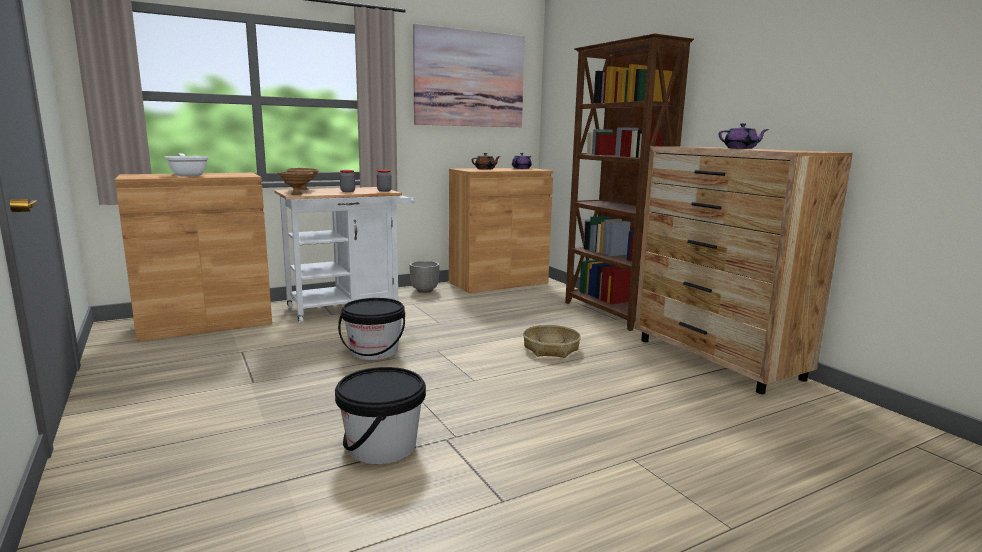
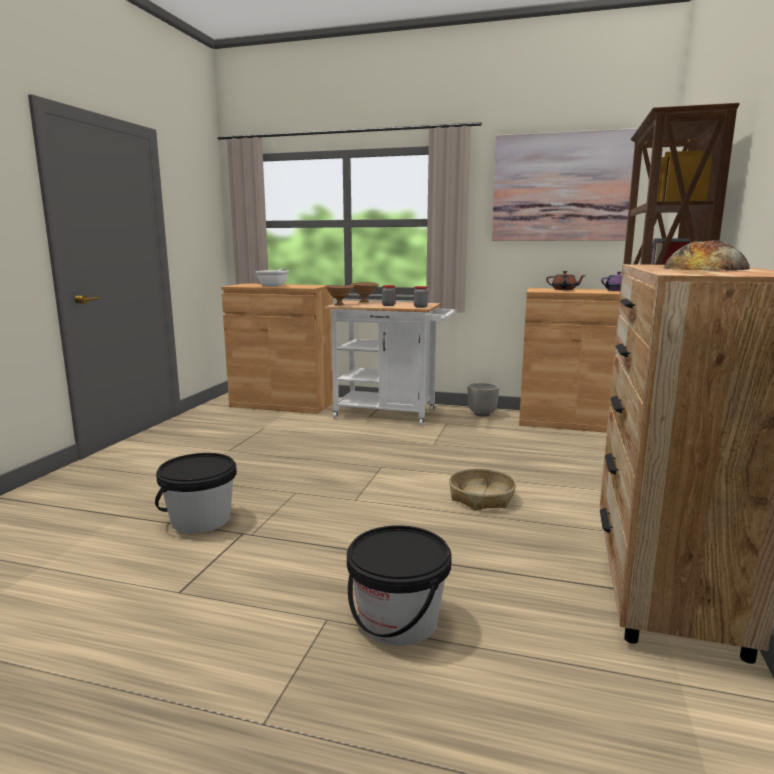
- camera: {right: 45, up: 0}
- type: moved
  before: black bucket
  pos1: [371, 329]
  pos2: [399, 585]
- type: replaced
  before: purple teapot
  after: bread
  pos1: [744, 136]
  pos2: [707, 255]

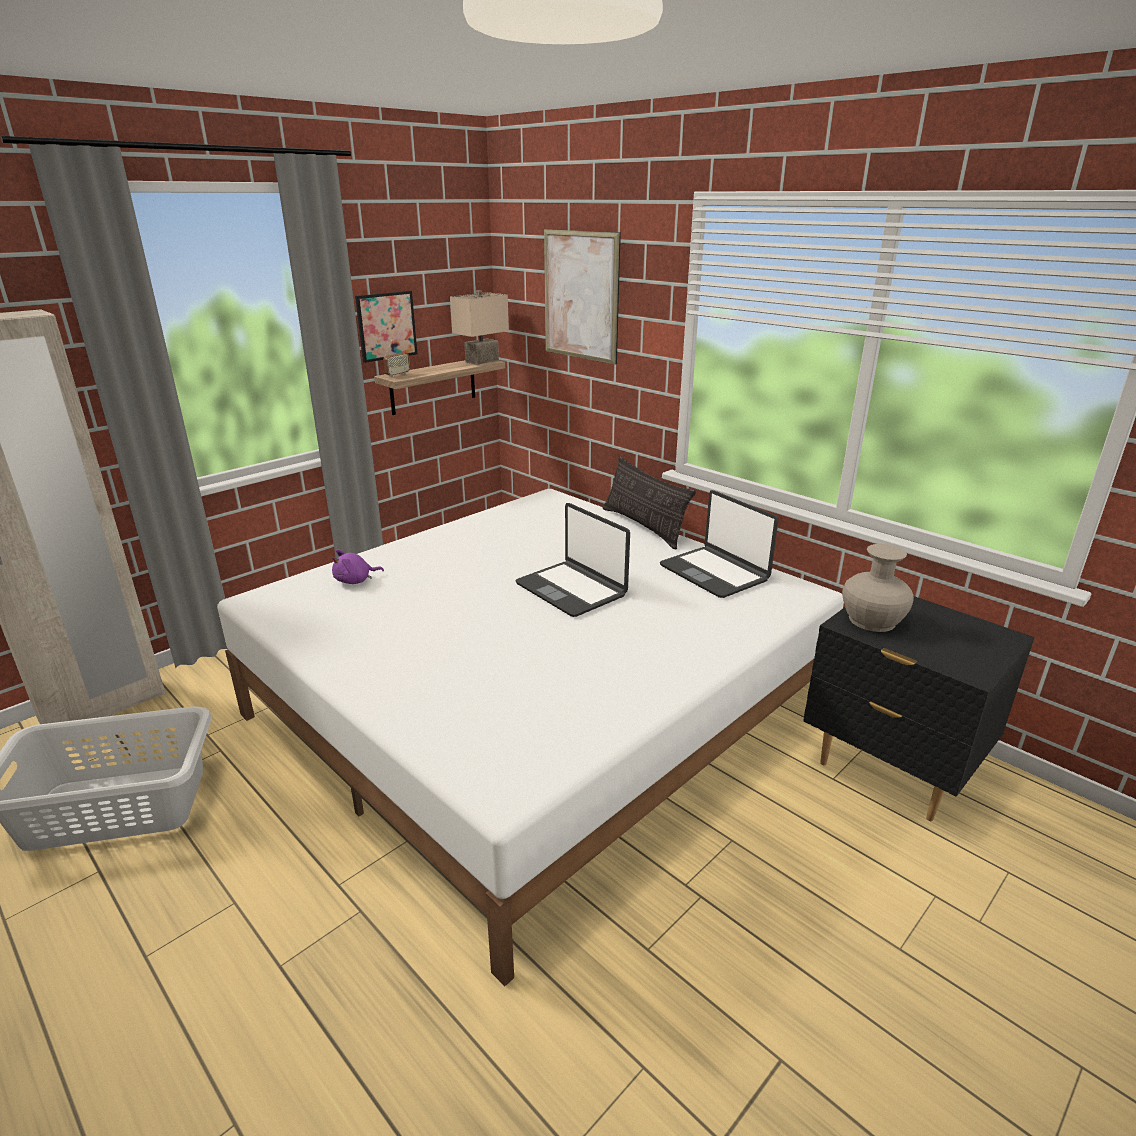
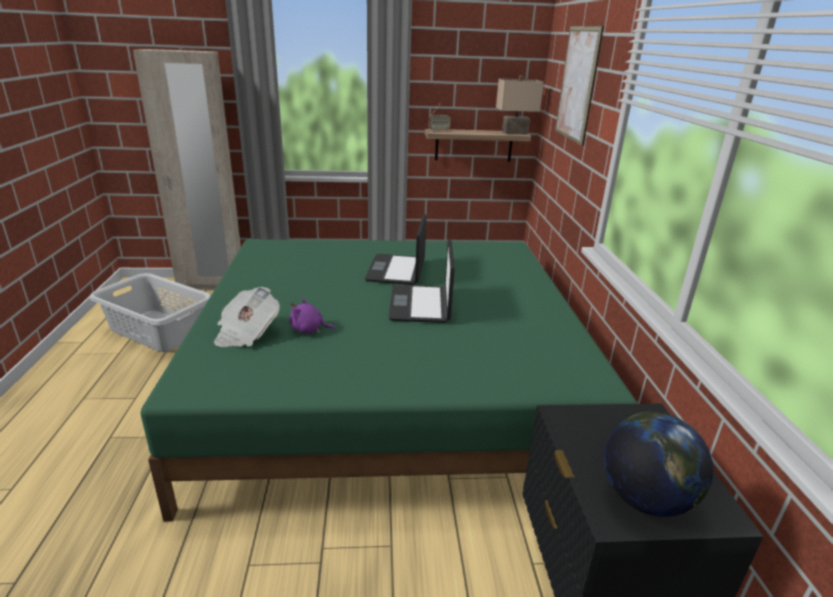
- camera: {right: 40, up: 0}
- type: recoloured
  before: white bed
  after: green bed
  pos1: [530, 737]
  pos2: [389, 380]
- type: added
  after: newspaper
  pos2: [247, 317]
- type: moved
  before: purple plush toy
  pos1: [358, 566]
  pos2: [312, 315]
- type: moved
  before: laptop
  pos1: [719, 544]
  pos2: [396, 249]
- type: added
  after: globe
  pos2: [658, 464]
- type: removed
  before: picture
  pos1: [386, 327]
- type: removed
  before: pillow
  pos1: [649, 502]
- type: removed
  before: beige vase
  pos1: [878, 588]

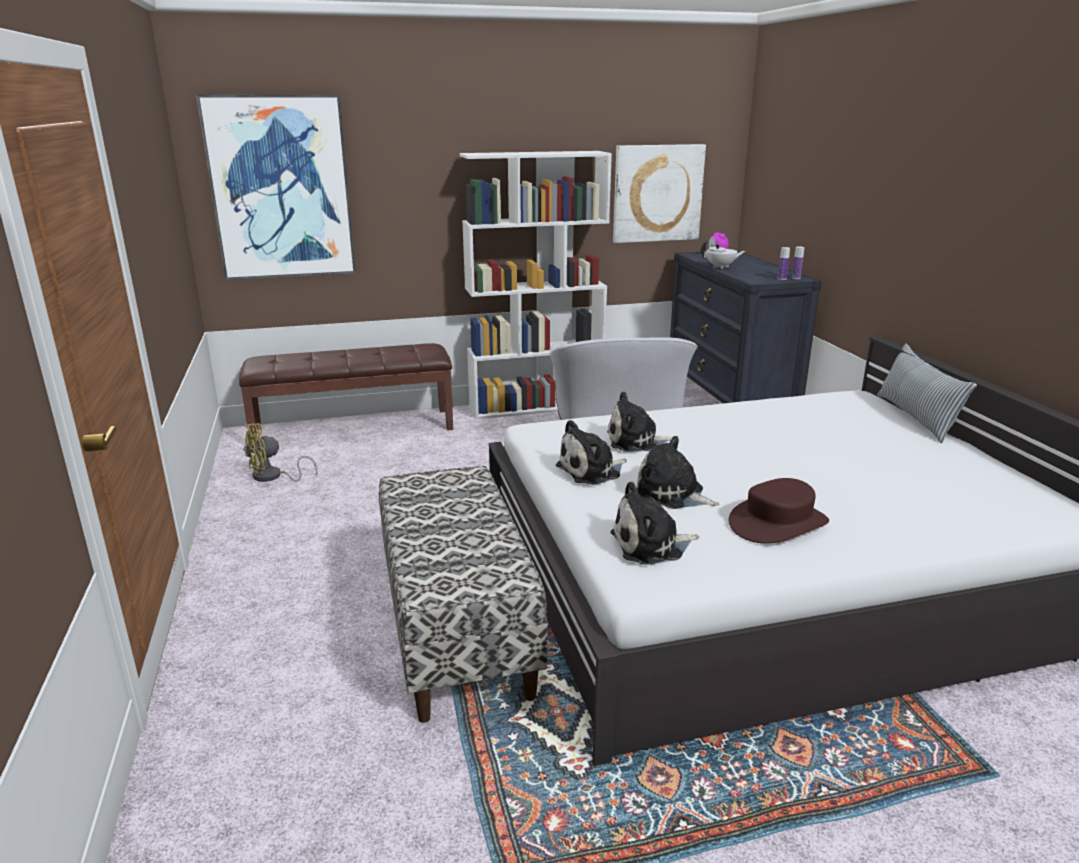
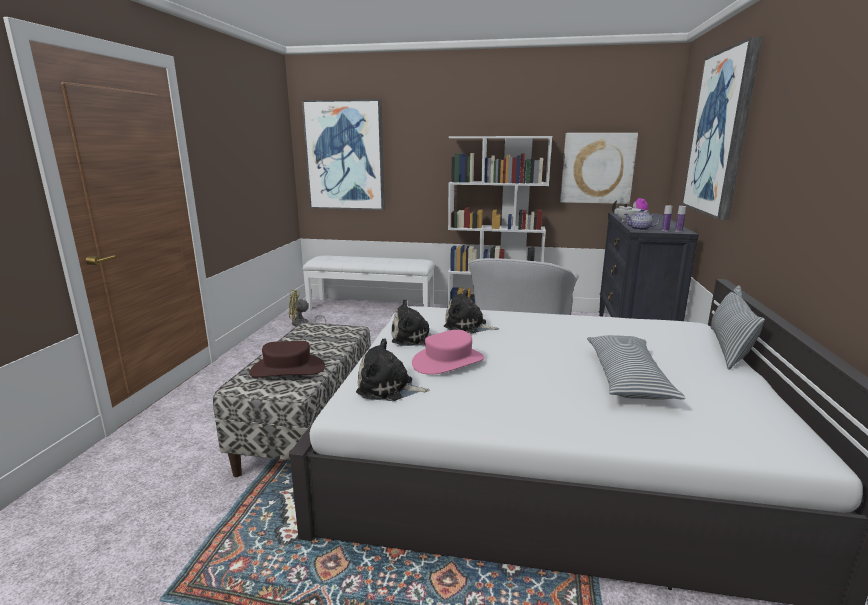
- camera: {right: 25, up: -5}
- type: moved
  before: brown hat
  pos1: [779, 511]
  pos2: [287, 359]
- type: recoloured
  before: brown bench
  after: white bench
  pos1: [346, 393]
  pos2: [369, 283]
- type: replaced
  before: plush toy
  after: pink hat
  pos1: [678, 472]
  pos2: [448, 352]
- type: added
  after: pillow
  pos2: [636, 367]
- type: added
  after: teapot
  pos2: [642, 220]
- type: added
  after: picture
  pos2: [722, 128]

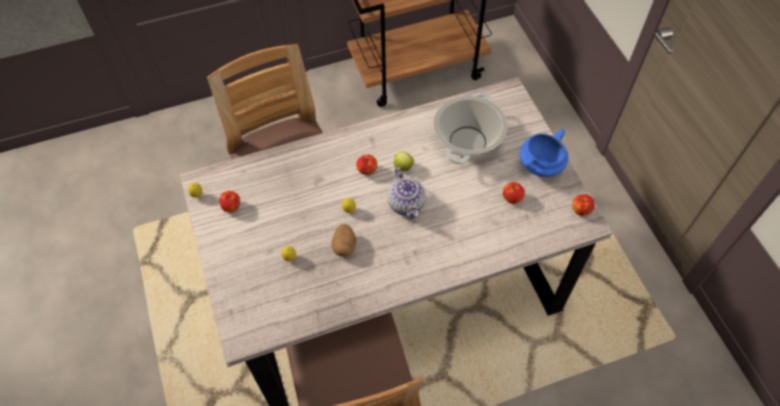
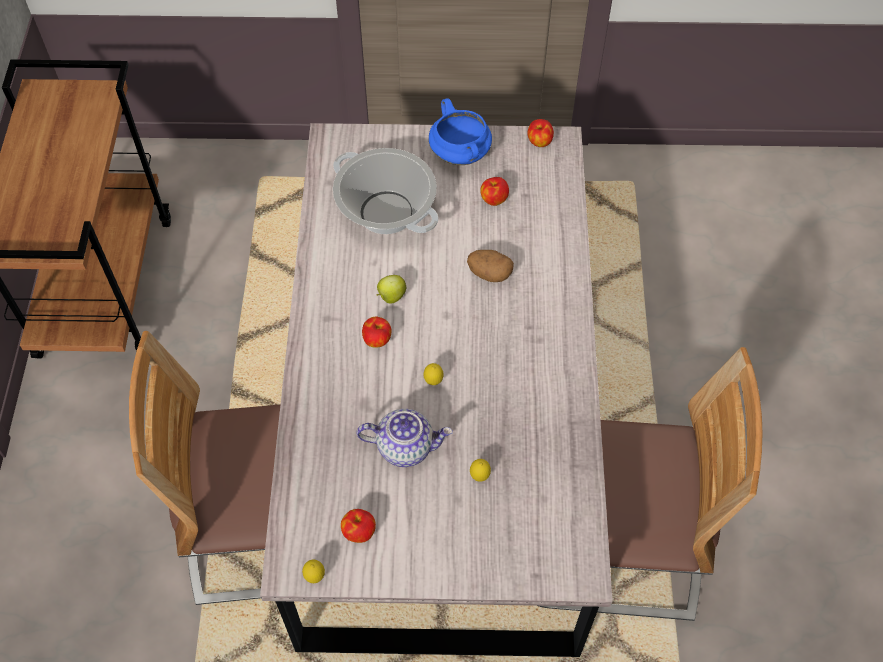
- camera: {right: -70, up: 0}
- type: moved
  before: teapot
  pos1: [406, 193]
  pos2: [405, 438]
- type: moved
  before: potato
  pos1: [344, 240]
  pos2: [490, 266]

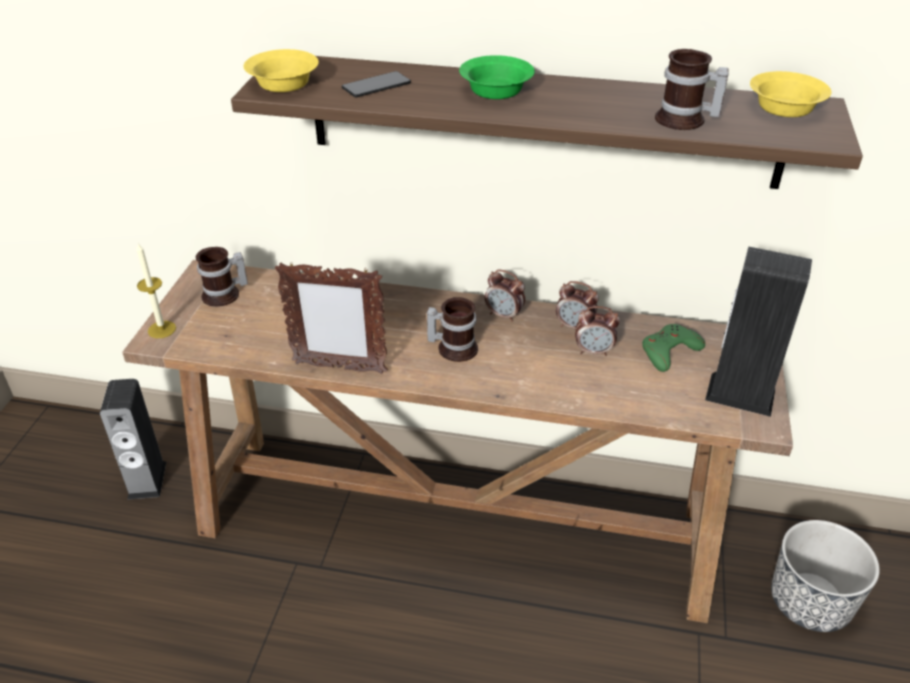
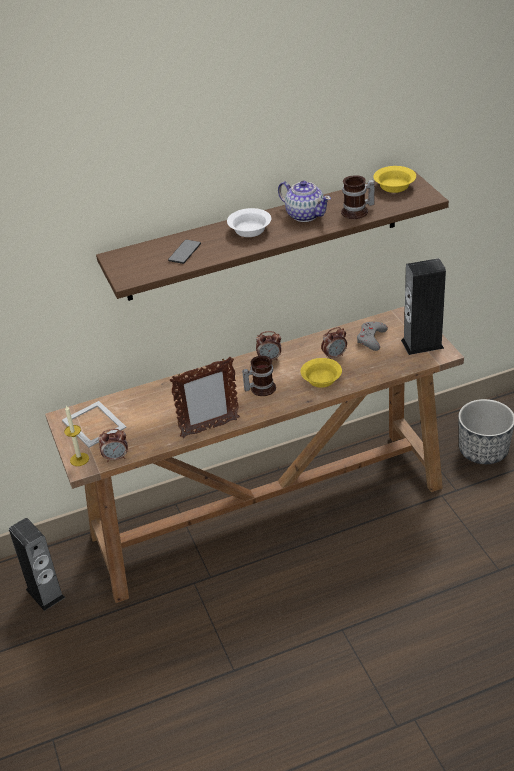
- camera: {right: -30, up: 0}
- type: replaced
  before: mug
  after: picture frame
  pos1: [222, 277]
  pos2: [94, 424]
- type: moved
  before: alarm clock
  pos1: [577, 305]
  pos2: [113, 445]
- type: recoloured
  before: green bowl
  after: white bowl
  pos1: [497, 77]
  pos2: [249, 222]
- type: added
  after: teapot
  pos2: [304, 201]
- type: moved
  before: yellow bowl
  pos1: [281, 70]
  pos2: [321, 373]
- type: recoloured
  before: green game controller
  after: grey game controller
  pos1: [673, 348]
  pos2: [372, 336]

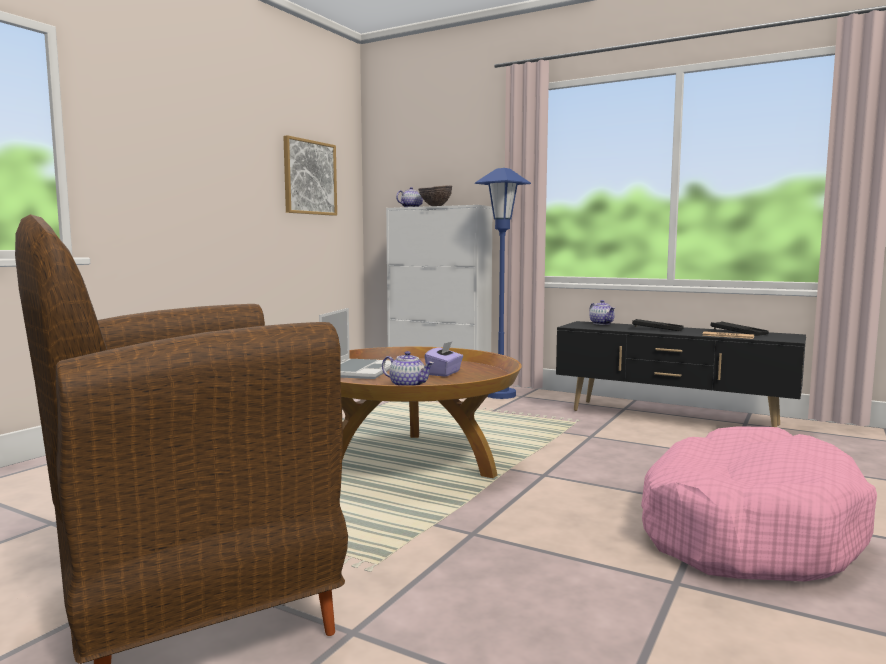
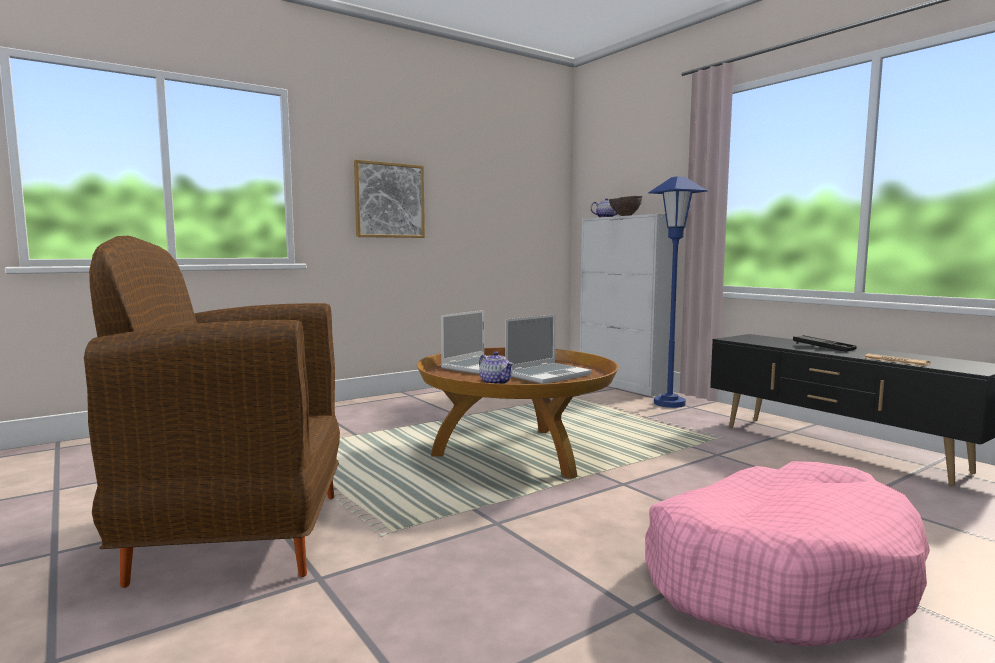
- camera: {right: 25, up: 0}
- type: moved
  before: picture
  pos1: [310, 175]
  pos2: [389, 199]
- type: replaced
  before: purple tissue box
  after: laptop
  pos1: [444, 359]
  pos2: [548, 349]
- type: removed
  before: teapot
  pos1: [602, 312]
- type: removed
  before: black tray
  pos1: [740, 328]

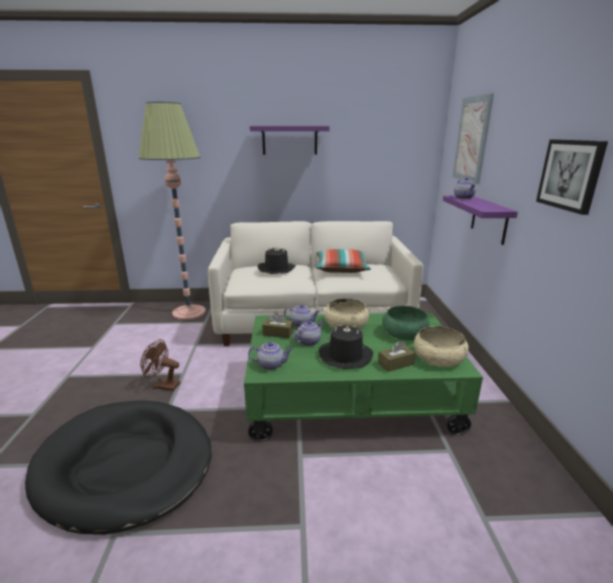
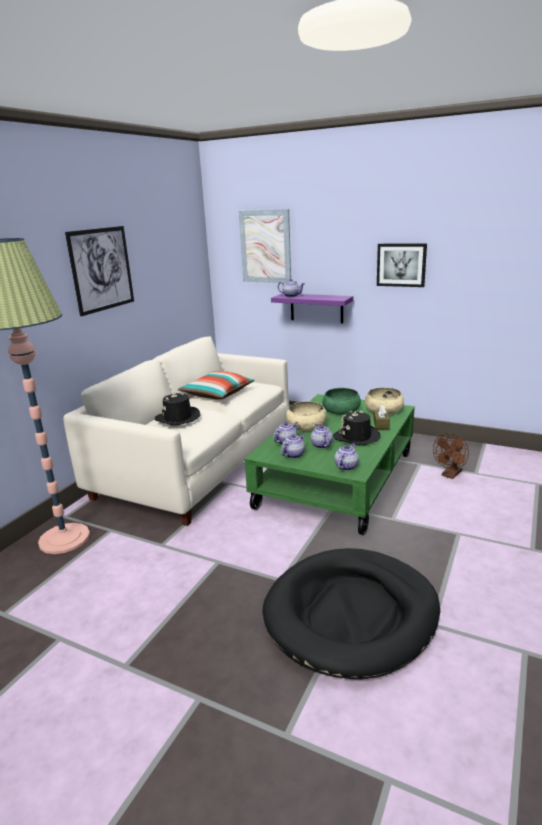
- camera: {right: -60, up: 0}
- type: replaced
  before: purple shelf
  after: picture
  pos1: [290, 140]
  pos2: [99, 271]
- type: replaced
  before: brown tissue box
  after: teapot
  pos1: [277, 326]
  pos2: [293, 445]
- type: moved
  before: brown fan
  pos1: [160, 365]
  pos2: [451, 456]

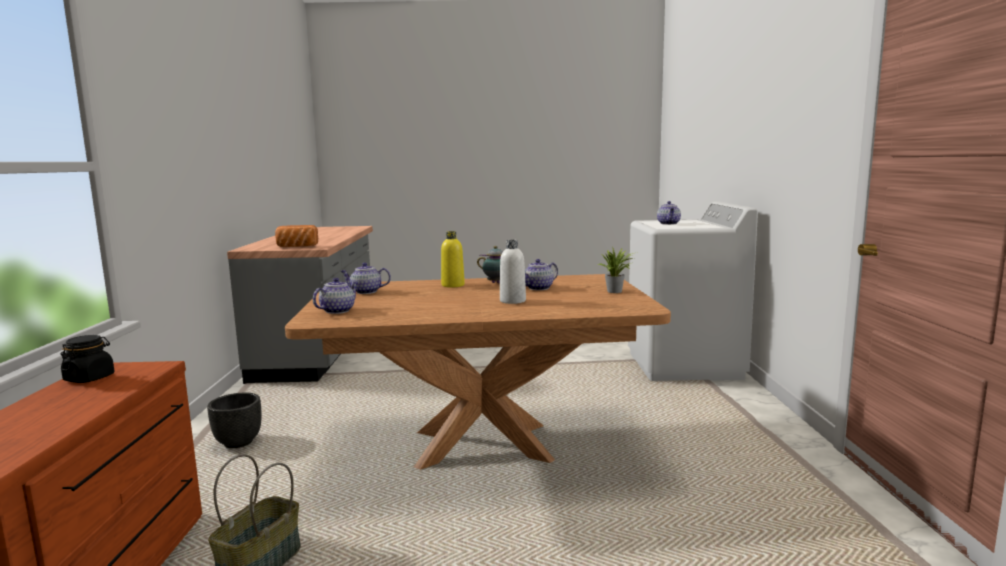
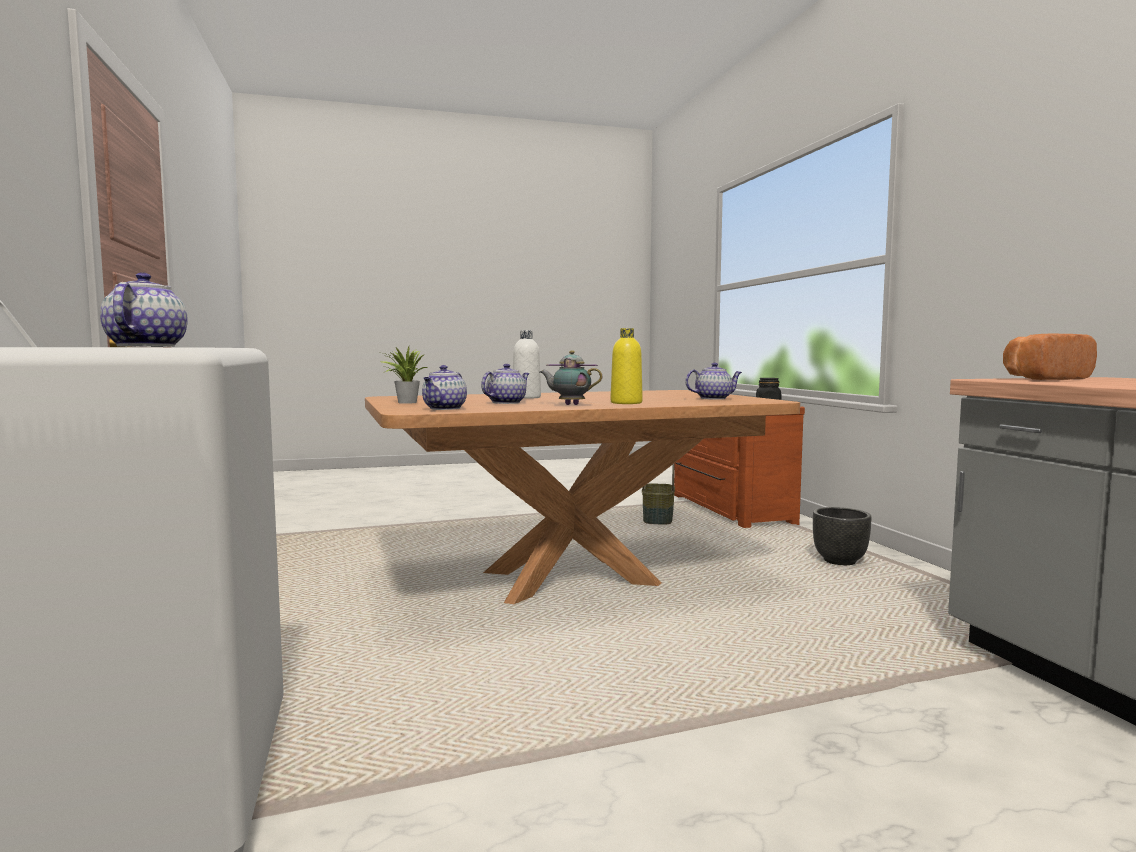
- camera: {right: 165, up: -5}
- type: moved
  before: teapot
  pos1: [335, 296]
  pos2: [444, 387]

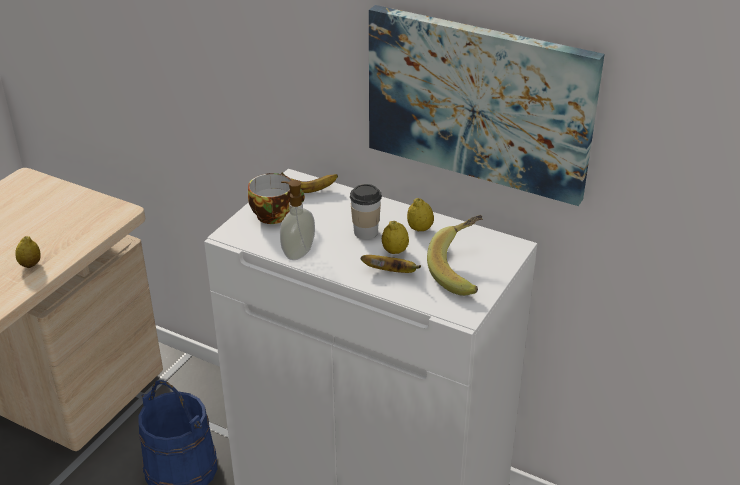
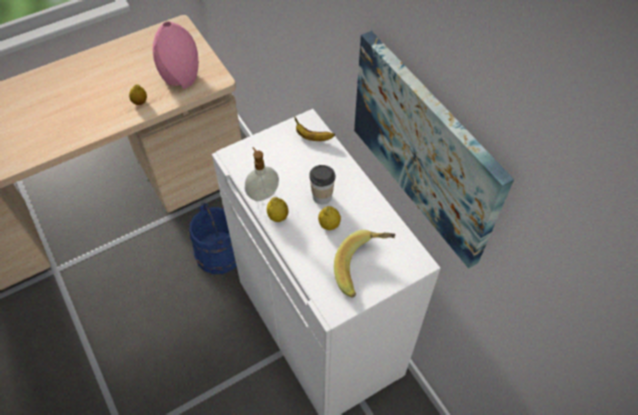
- camera: {right: 30, up: 20}
- type: added
  after: pink vase
  pos2: [176, 55]
- type: moved
  before: lemon
  pos1: [420, 214]
  pos2: [278, 209]
- type: removed
  before: cup
  pos1: [276, 198]
- type: removed
  before: banana
  pos1: [391, 264]

